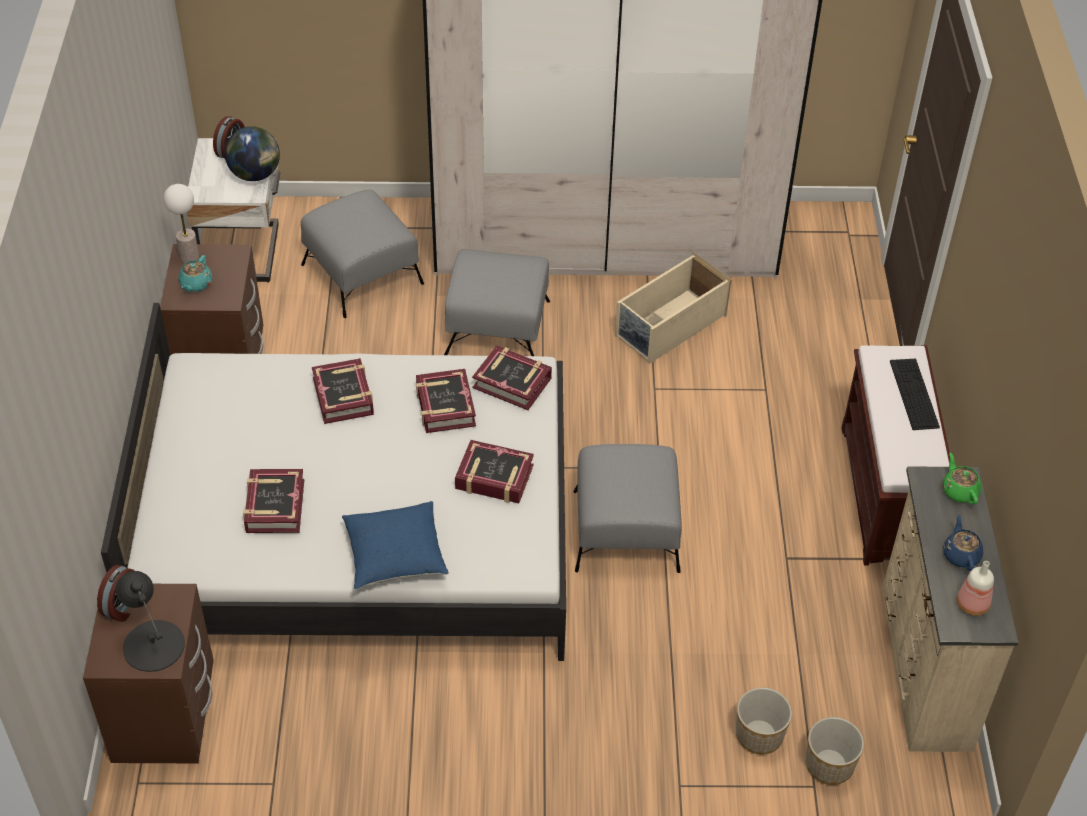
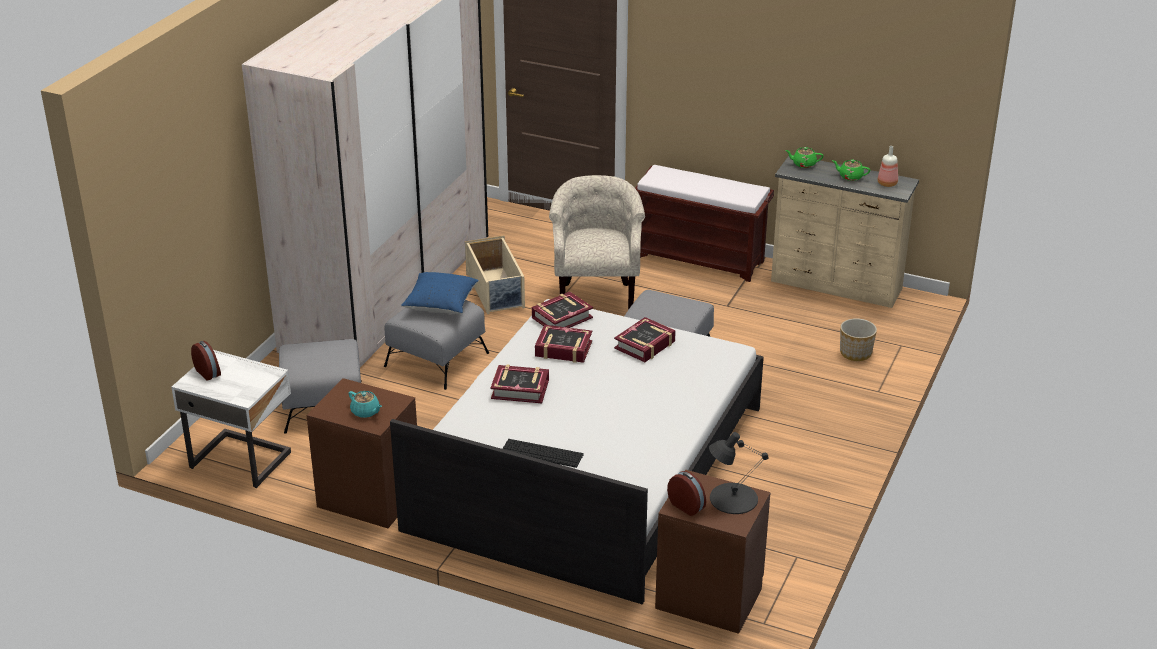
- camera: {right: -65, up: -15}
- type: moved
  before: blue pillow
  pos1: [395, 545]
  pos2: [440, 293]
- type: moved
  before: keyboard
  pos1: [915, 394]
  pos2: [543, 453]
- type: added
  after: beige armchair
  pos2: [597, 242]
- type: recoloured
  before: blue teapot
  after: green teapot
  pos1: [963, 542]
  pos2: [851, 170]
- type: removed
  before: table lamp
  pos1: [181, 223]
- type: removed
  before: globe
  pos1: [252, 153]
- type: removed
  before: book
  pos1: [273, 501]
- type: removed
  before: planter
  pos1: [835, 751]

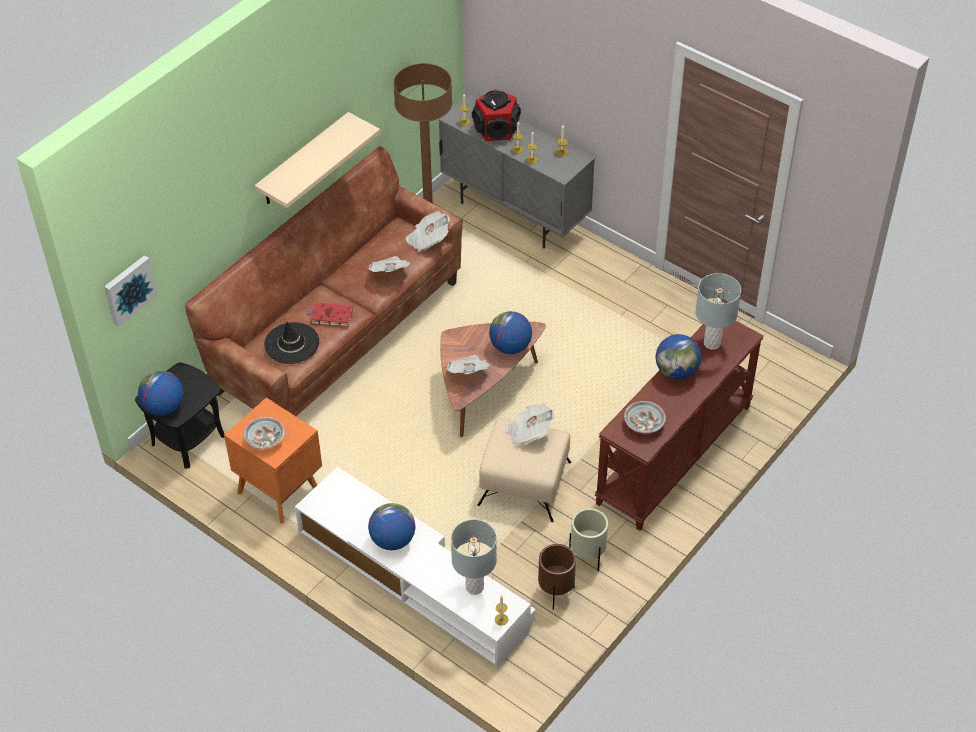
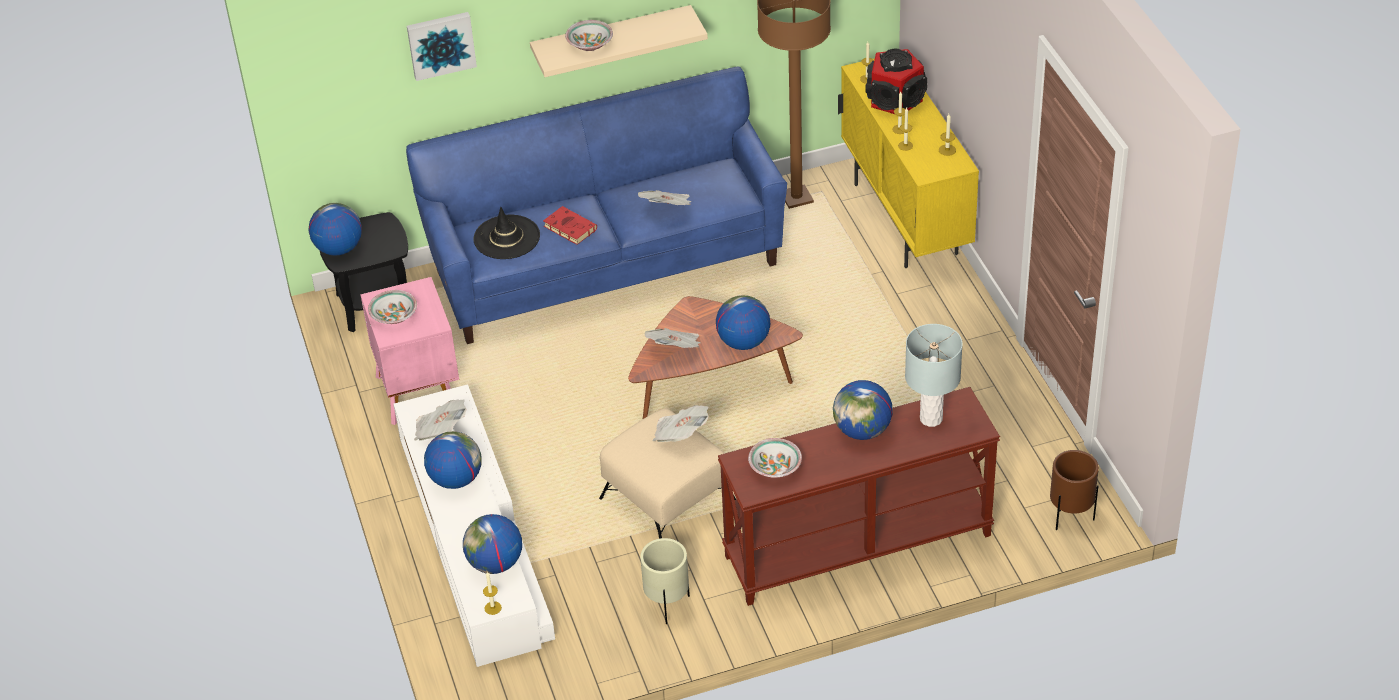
- camera: {right: 35, up: -5}
- type: recoloured
  before: orange nightstand
  after: pink nightstand
  pos1: [273, 460]
  pos2: [409, 351]
- type: recoloured
  before: brown sofa
  after: blue sofa
  pos1: [324, 281]
  pos2: [596, 205]
- type: moved
  before: picture
  pos1: [131, 291]
  pos2: [442, 46]
- type: moved
  before: newspaper
  pos1: [428, 231]
  pos2: [440, 420]
- type: replaced
  before: grey table lamp
  after: globe
  pos1: [474, 557]
  pos2: [492, 544]
- type: added
  after: bowl
  pos2: [589, 35]
- type: recoloured
  before: grey cabinet
  after: yellow cabinet
  pos1: [517, 171]
  pos2: [908, 163]
- type: moved
  before: brown planter
  pos1: [557, 577]
  pos2: [1074, 490]

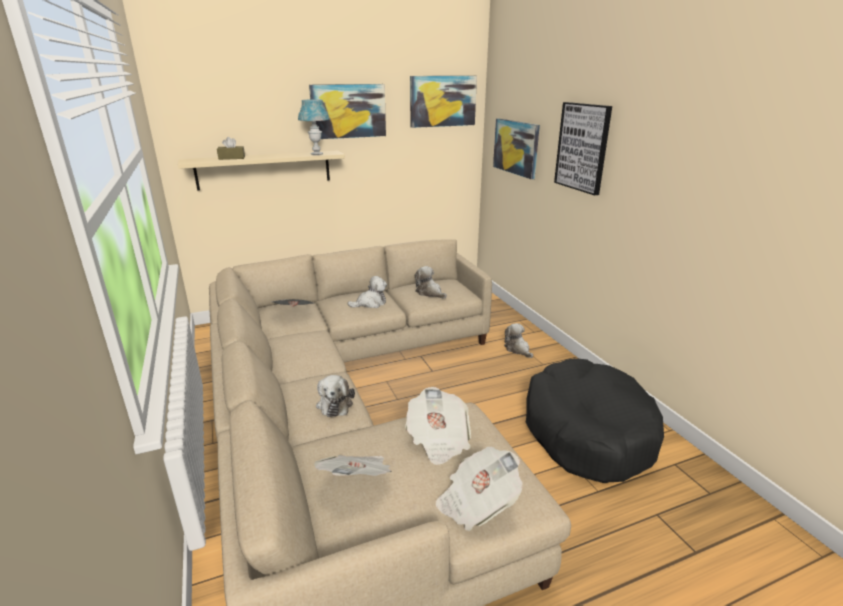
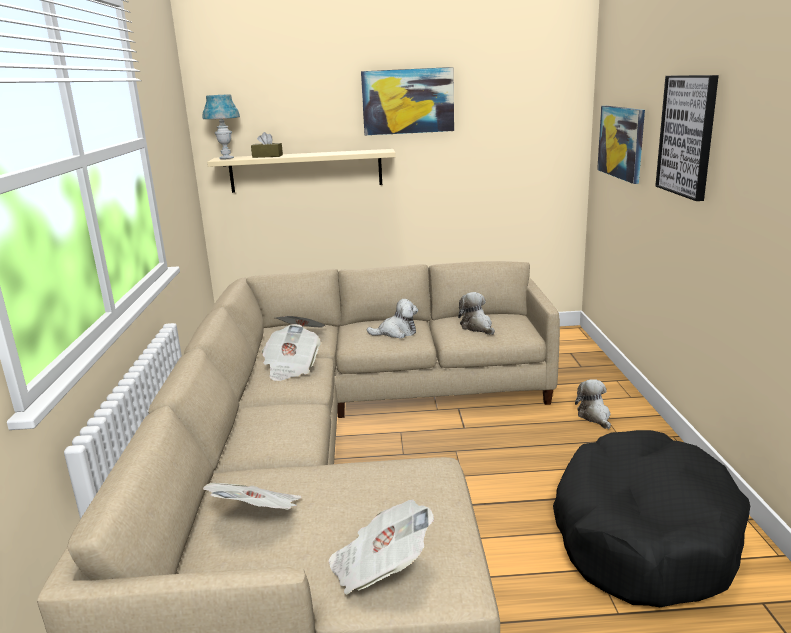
- camera: {right: 20, up: -5}
- type: moved
  before: blue table lamp
  pos1: [313, 127]
  pos2: [221, 126]
- type: moved
  before: newspaper
  pos1: [438, 426]
  pos2: [291, 352]
- type: removed
  before: plush toy
  pos1: [335, 396]
- type: removed
  before: picture
  pos1: [443, 102]

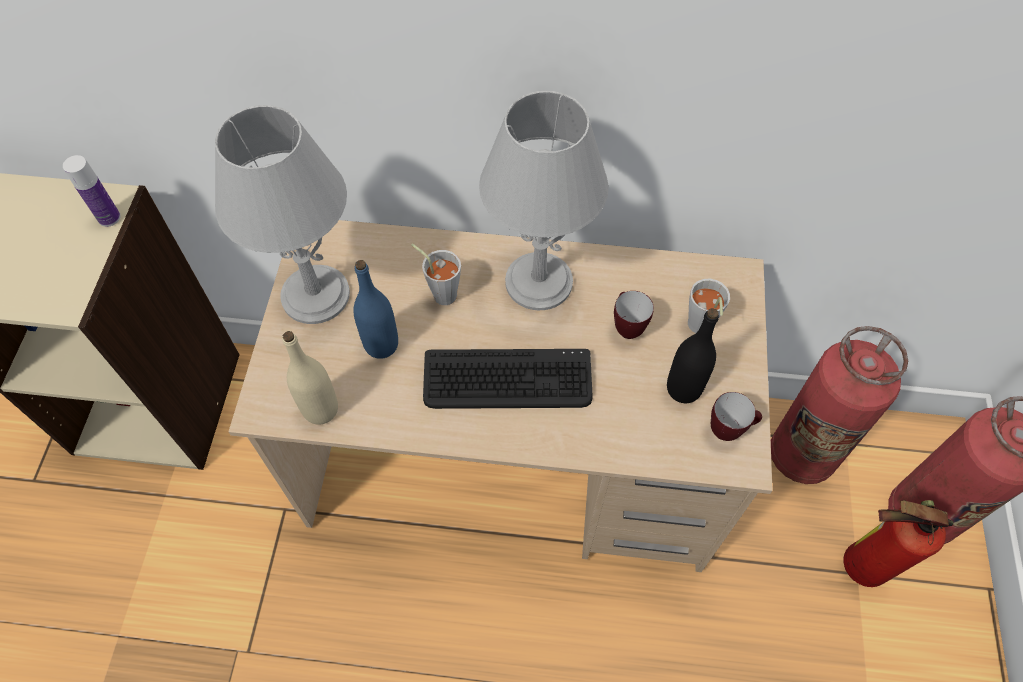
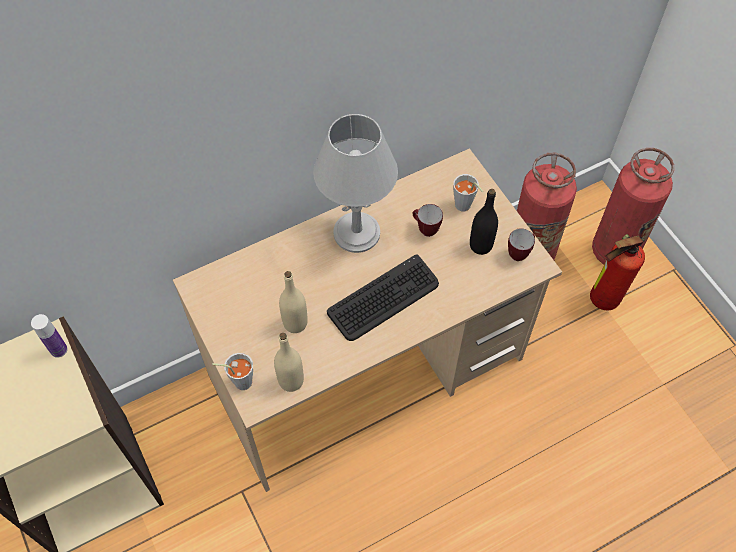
- camera: {right: -35, up: 0}
- type: moved
  before: grey cup
  pos1: [436, 274]
  pos2: [232, 371]
- type: recoloured
  before: blue bottle
  after: beige bottle
  pos1: [375, 309]
  pos2: [293, 302]
- type: removed
  before: grey table lamp
  pos1: [282, 214]

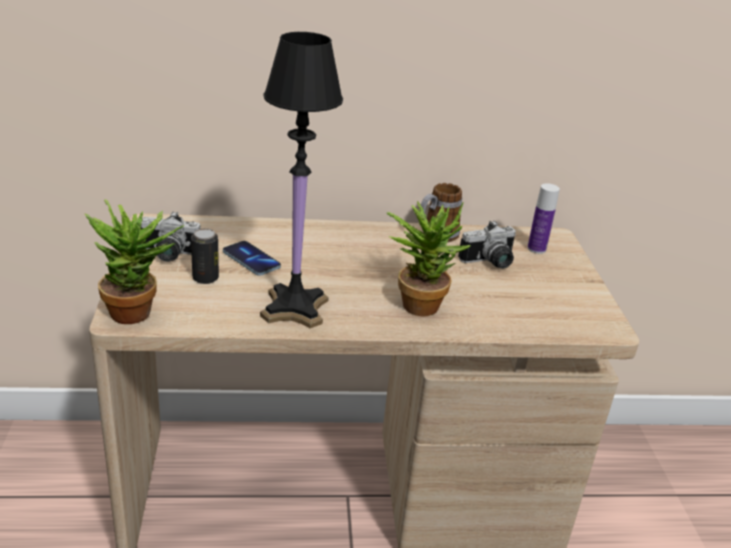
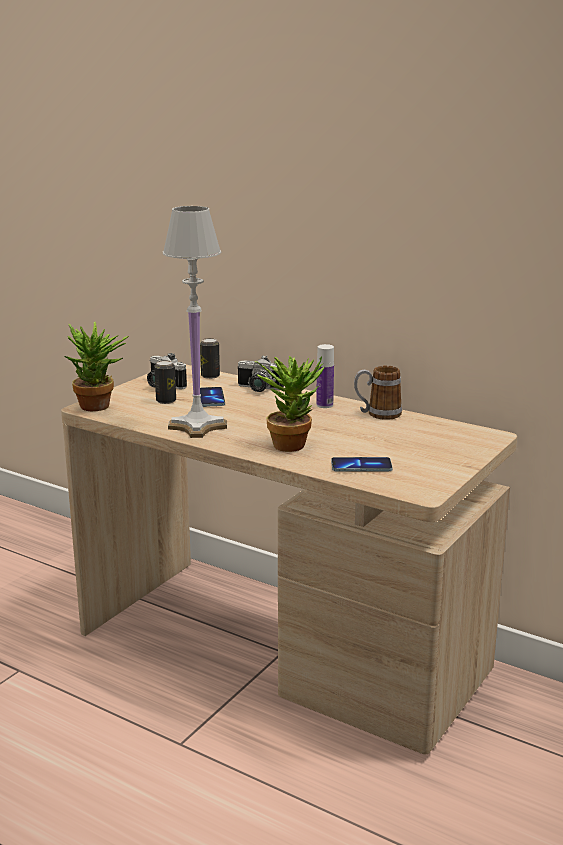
- camera: {right: 40, up: -10}
- type: recoloured
  before: black table lamp
  after: white table lamp
  pos1: [301, 180]
  pos2: [195, 322]
- type: added
  after: can
  pos2: [210, 358]
- type: moved
  before: photo camera
  pos1: [487, 244]
  pos2: [261, 373]
- type: moved
  before: bottle
  pos1: [543, 218]
  pos2: [325, 376]
- type: added
  after: phone
  pos2: [362, 464]

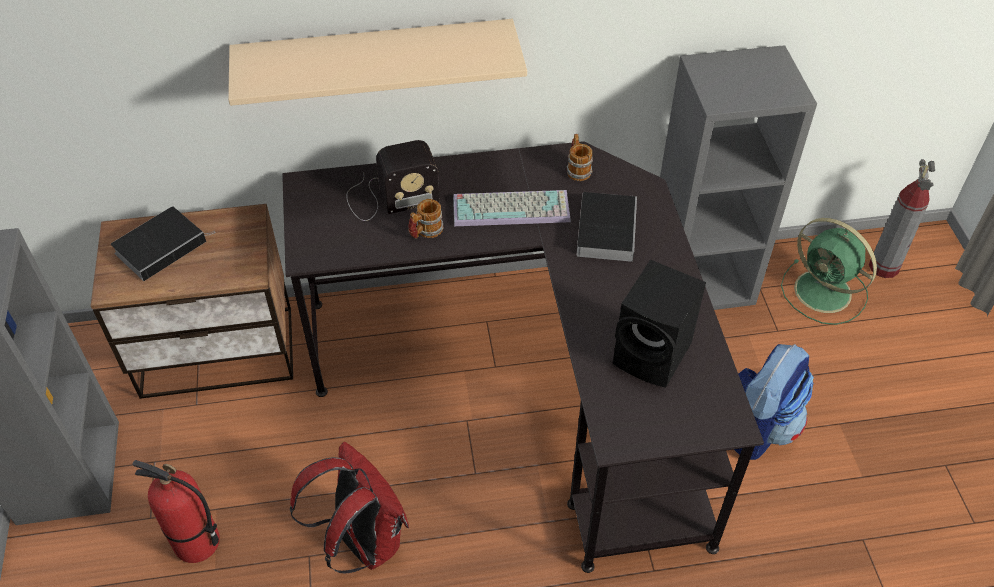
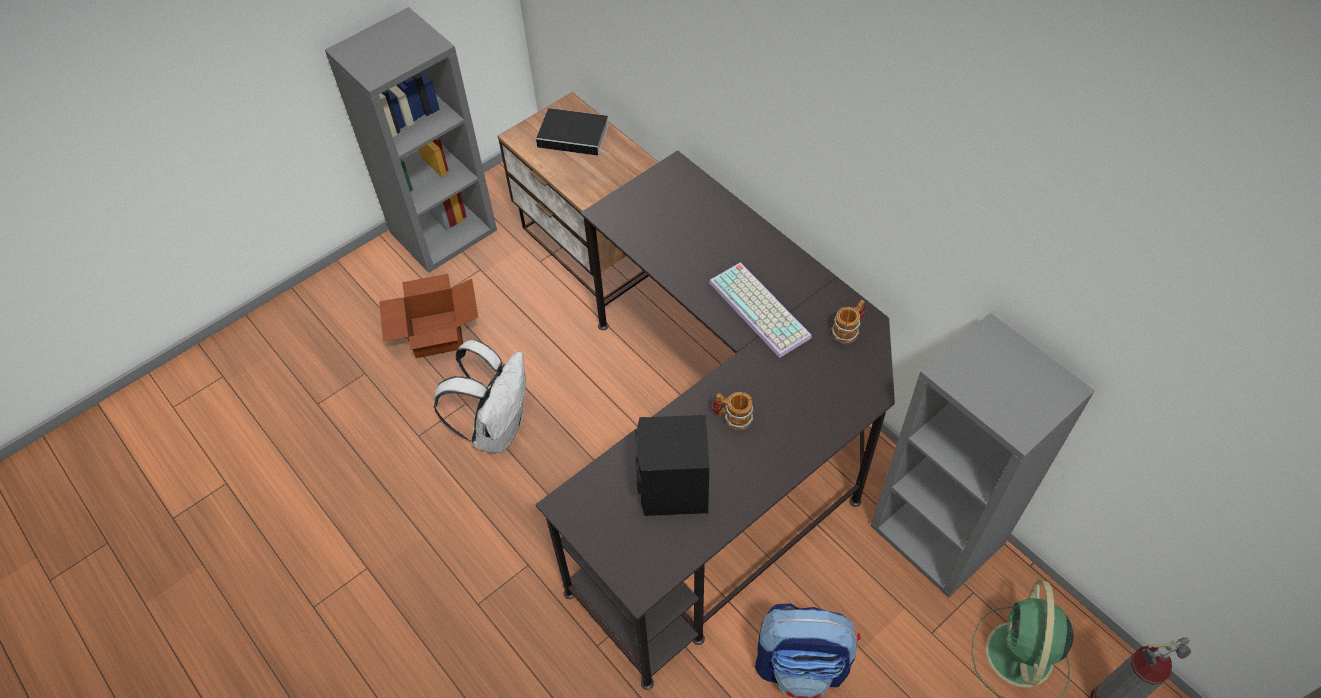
- camera: {right: 60, up: 5}
- type: replaced
  before: fire extinguisher
  after: cardboard box
  pos1: [176, 511]
  pos2: [428, 316]
- type: recoloured
  before: red backpack
  after: white backpack
  pos1: [349, 507]
  pos2: [480, 396]
- type: moved
  before: mug
  pos1: [425, 219]
  pos2: [733, 411]
- type: removed
  before: beige shelf
  pos1: [377, 62]
- type: removed
  before: radio
  pos1: [393, 180]
- type: removed
  before: book
  pos1: [606, 227]

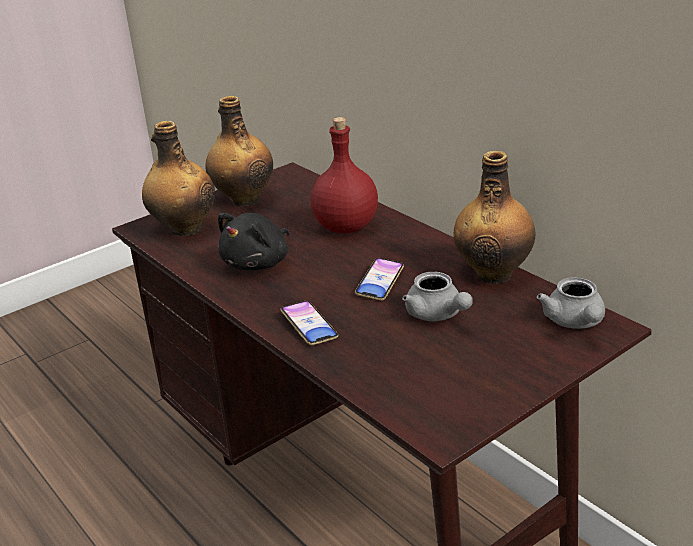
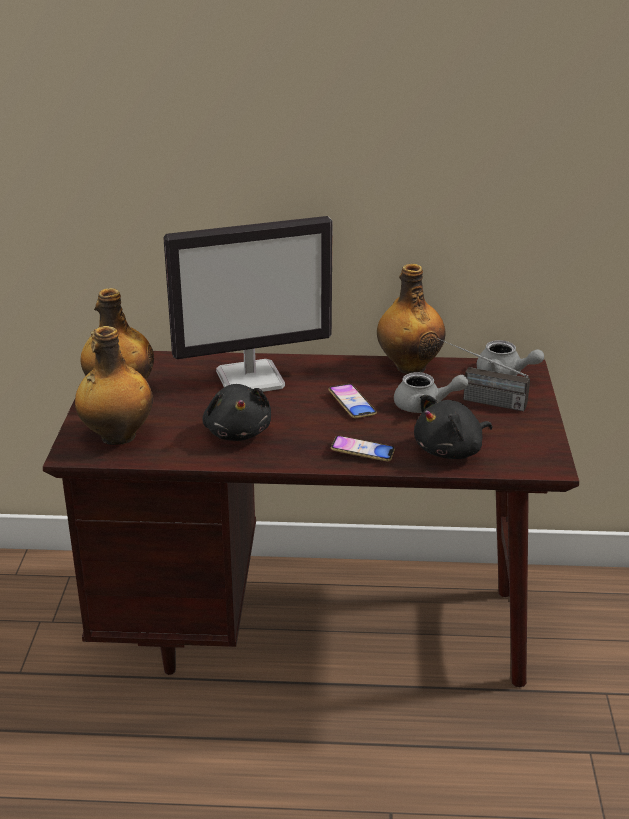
- camera: {right: -50, up: 0}
- type: replaced
  before: red bottle
  after: monitor
  pos1: [344, 175]
  pos2: [248, 304]
- type: added
  after: black plush toy
  pos2: [453, 427]
- type: added
  after: radio
  pos2: [484, 375]

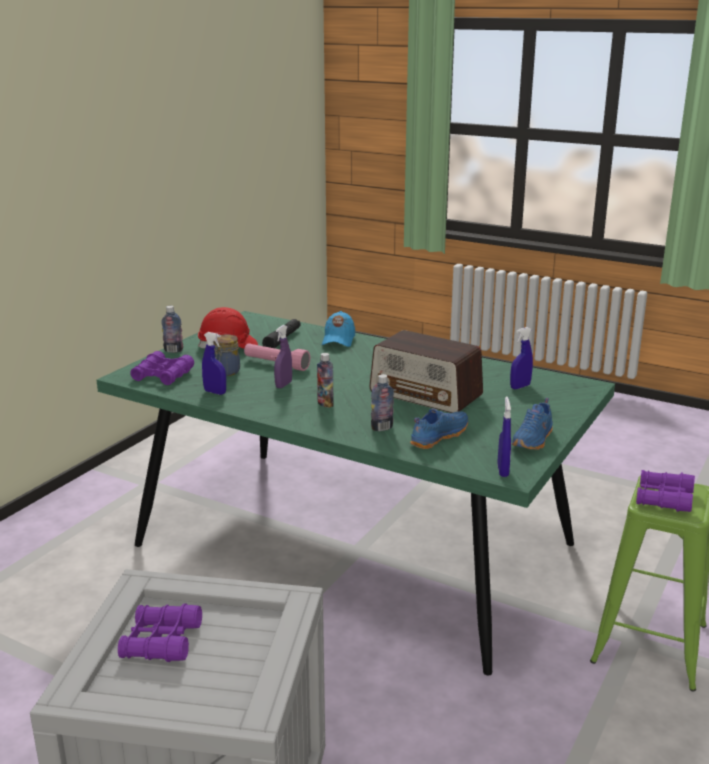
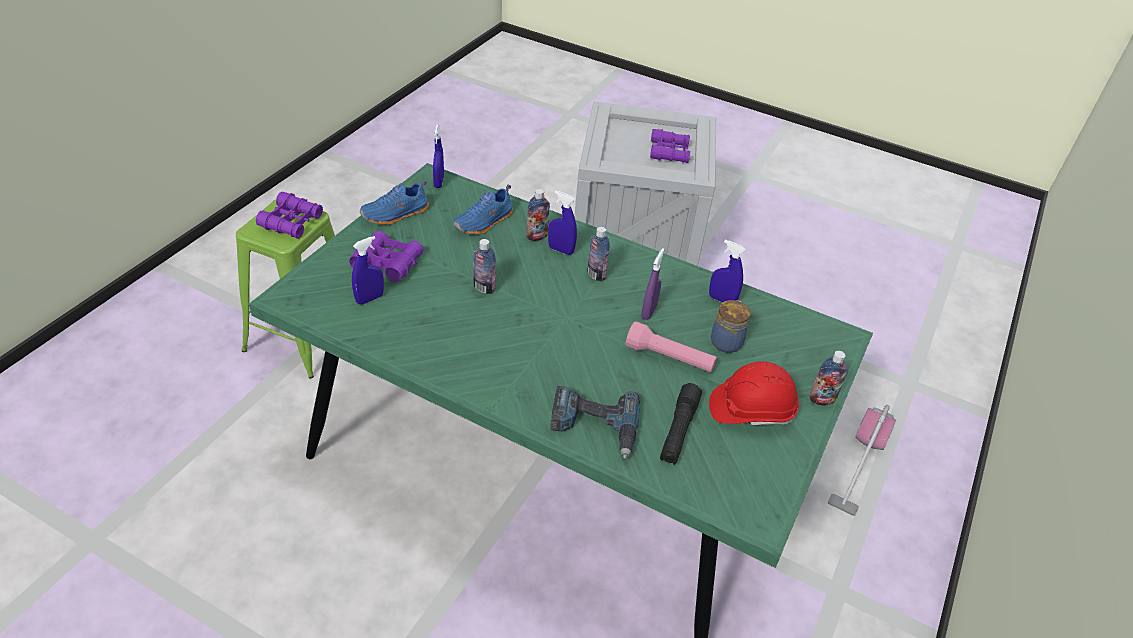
- camera: {right: 175, up: 20}
- type: moved
  before: purple binoculars
  pos1: [162, 368]
  pos2: [386, 256]
- type: turned
  before: blue shoe
  pos1: [532, 424]
  pos2: [394, 202]
  turn: -150
- type: replaced
  before: radio
  after: bottle
  pos1: [426, 371]
  pos2: [484, 266]
- type: added
  after: blue spray bottle
  pos2: [562, 222]
- type: replaced
  before: blue cap
  after: power drill
  pos1: [338, 329]
  pos2: [595, 422]
- type: added
  after: vacuum cleaner
  pos2: [862, 460]

